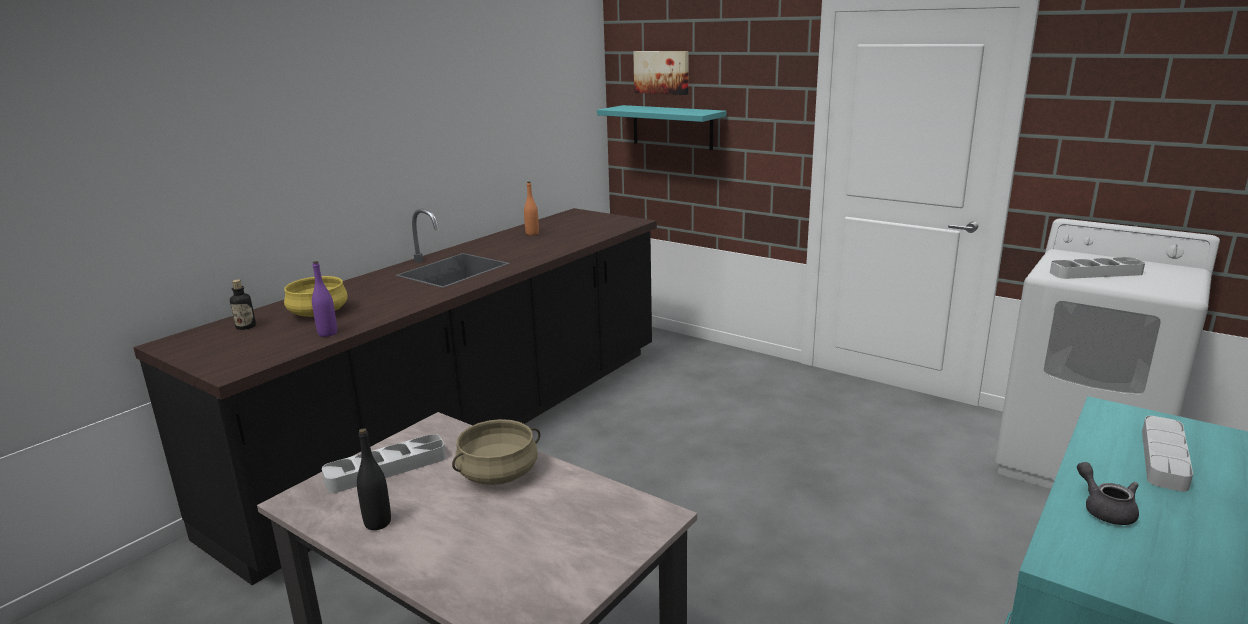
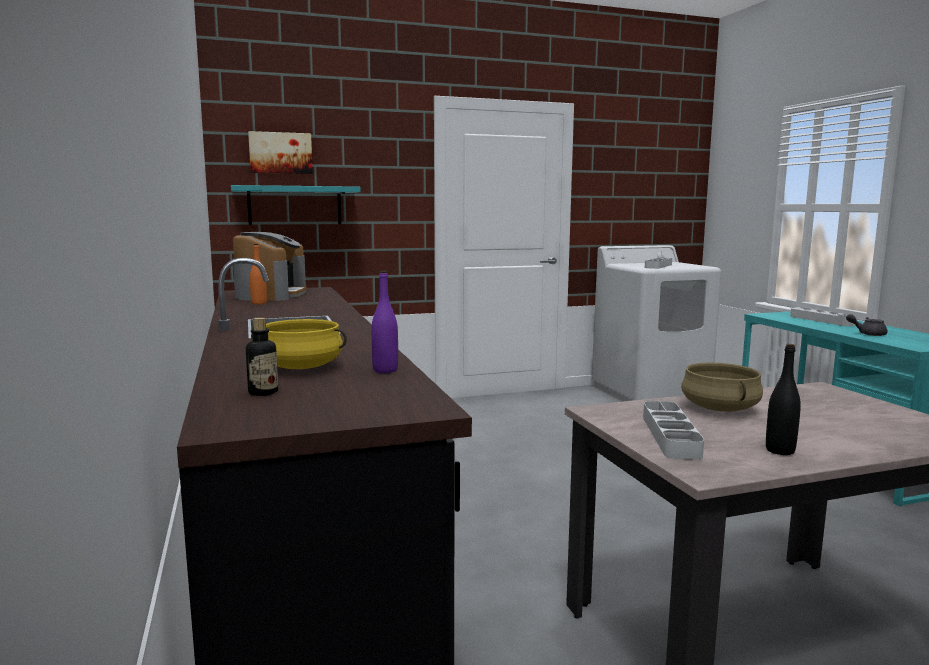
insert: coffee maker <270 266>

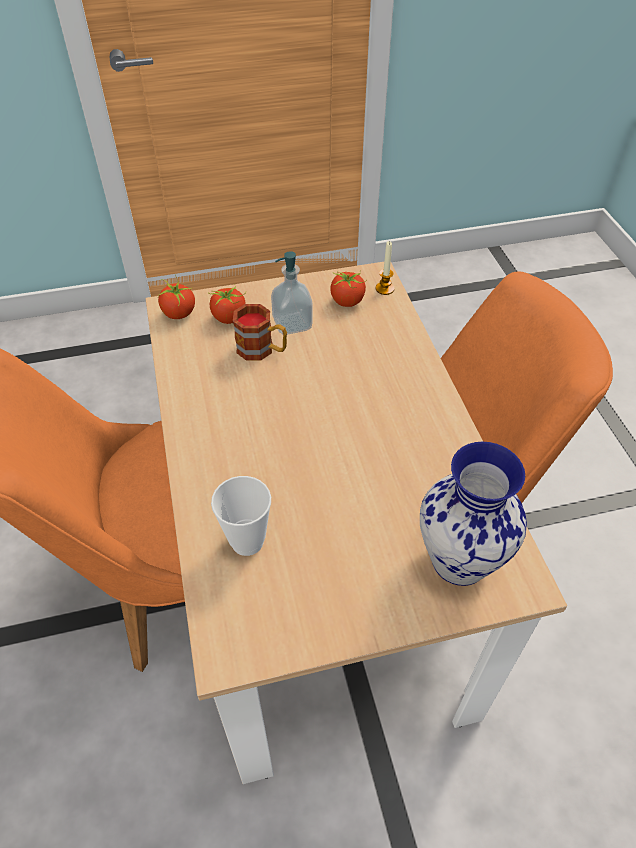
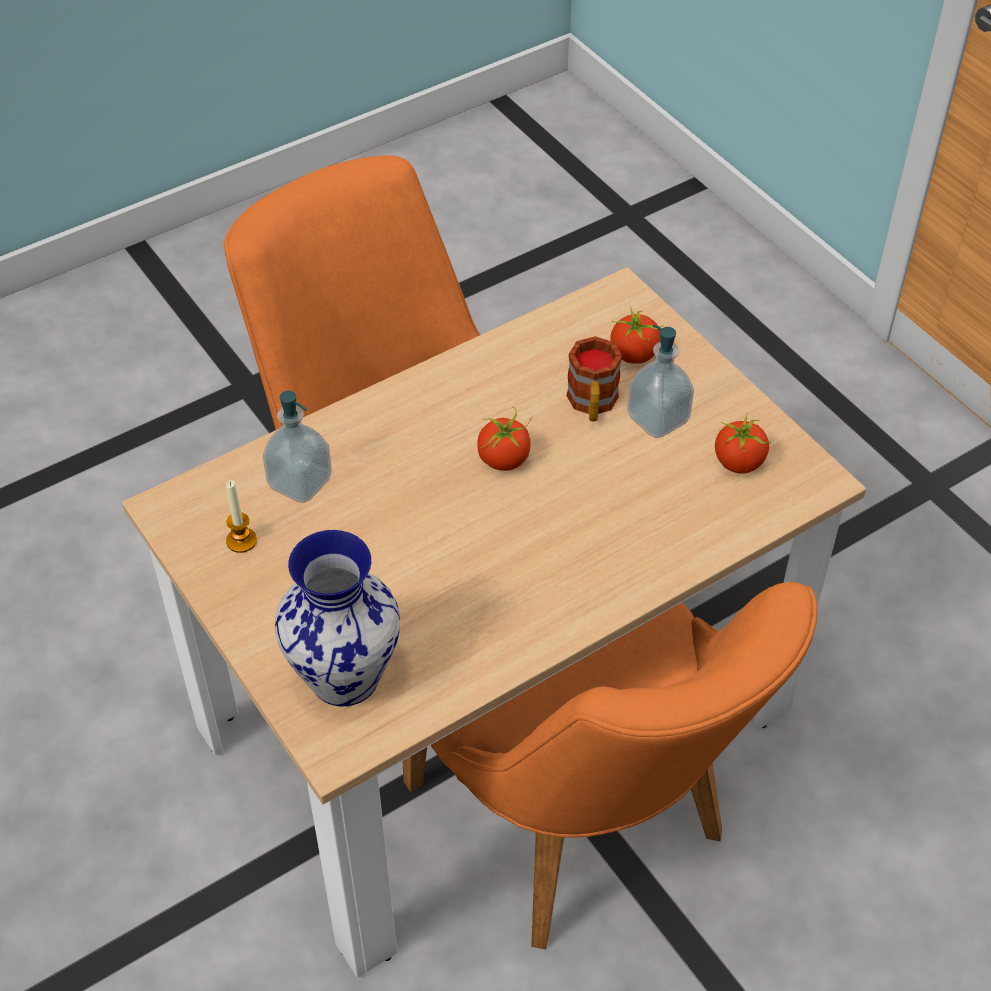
move: candle <385 268> to <241 516>; tomato <176 296> to <504 439>
replace: small cup <241 516> to liquid soap bottle <297 447>

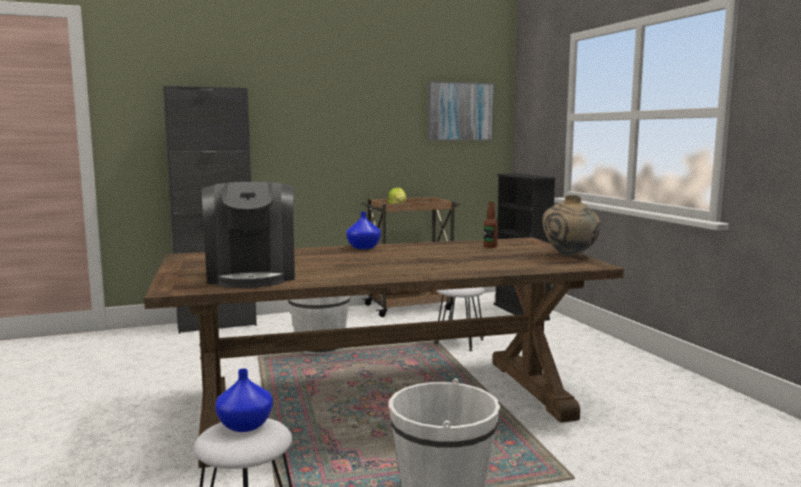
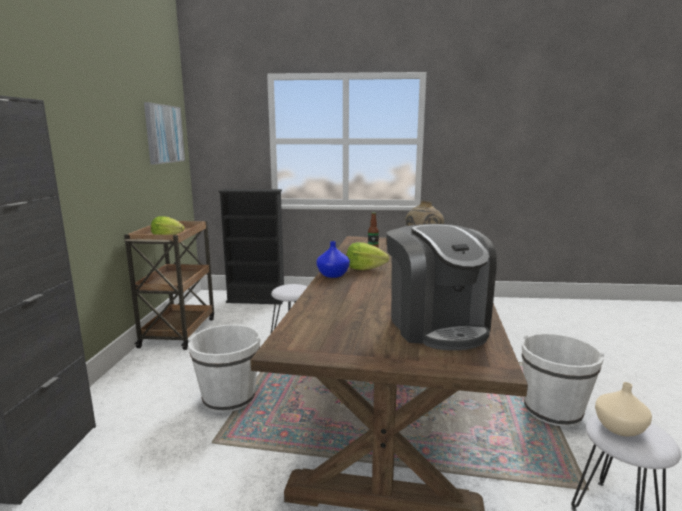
insert: head of lettuce <367 256>
recolor: bluish flower vase <244 400> to sand-coloured flower vase <623 409>
rotate: coffee maker <248 235> = <441 287> 60 degrees clockwise

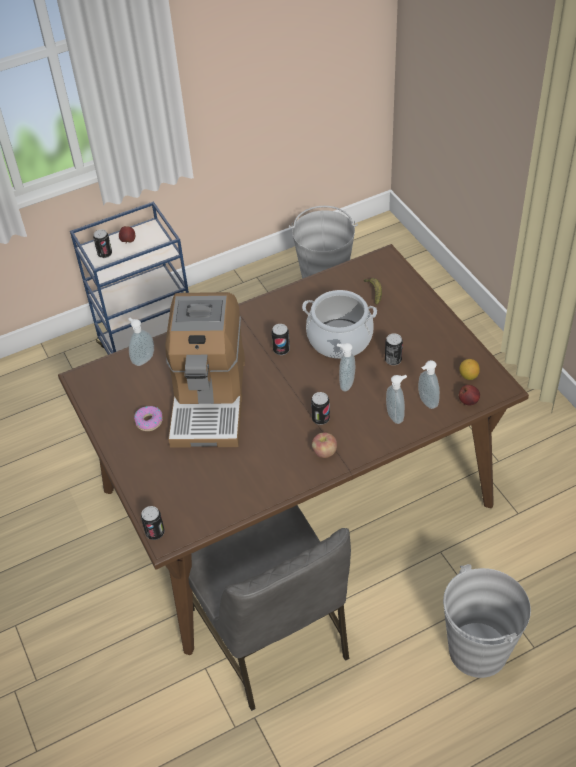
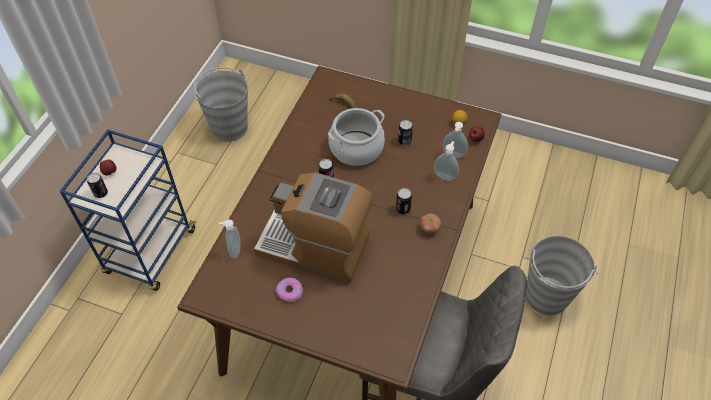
delete: can <152 523>; liquid soap bottle <346 367>
rotate: coffee maker <205 370> = <314 228> 150 degrees clockwise

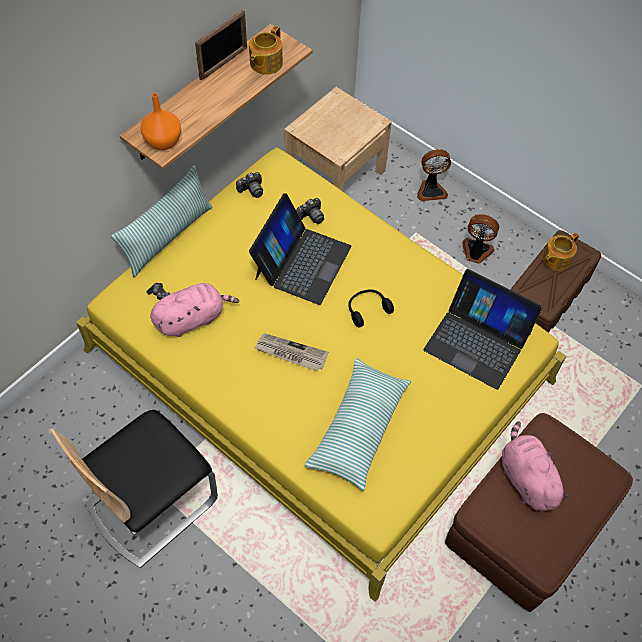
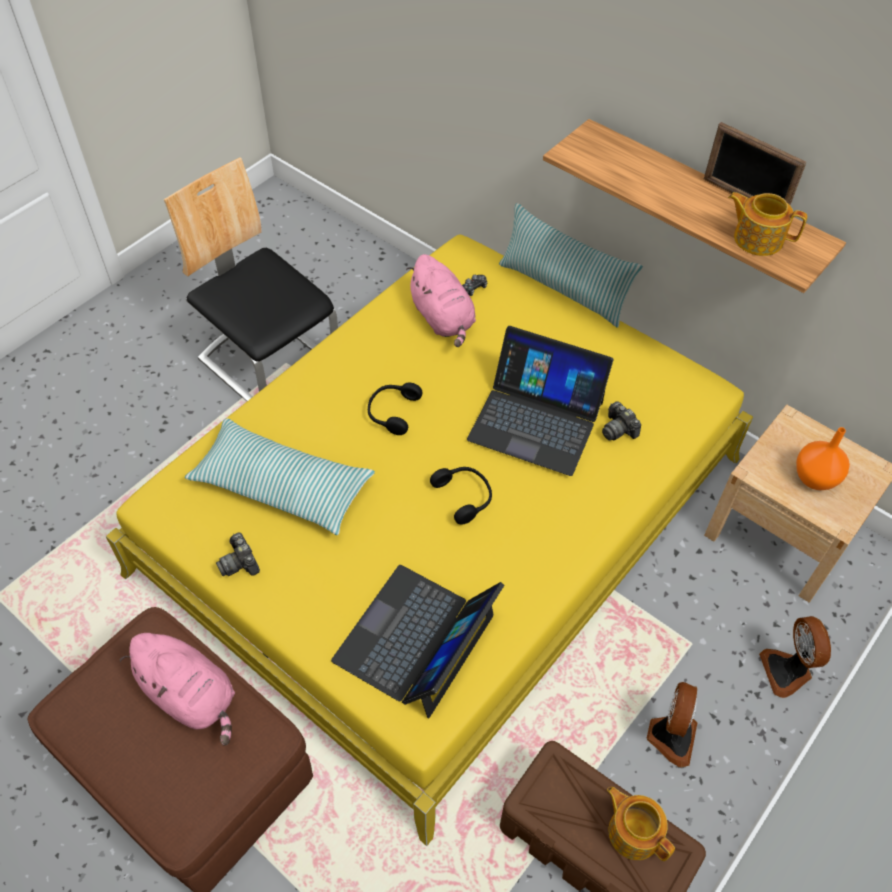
move: photo camera <249 185> to <238 554>; orangey flower vase <161 121> to <823 458>
replace: printed paper <291 352> to black-coloured headphones <395 409>
rotate: pink-coloured cuddly toy <536 466> = <177 689> 60 degrees clockwise

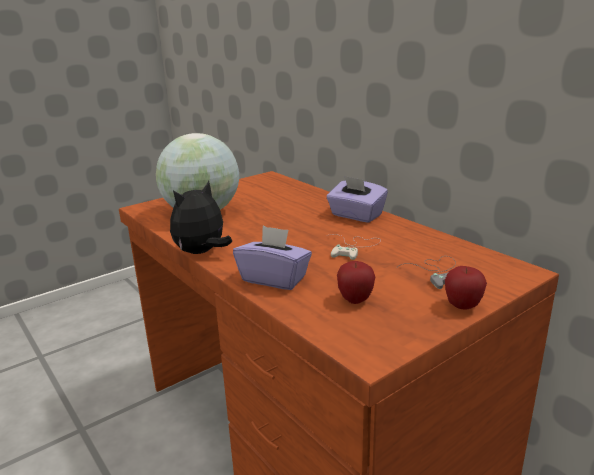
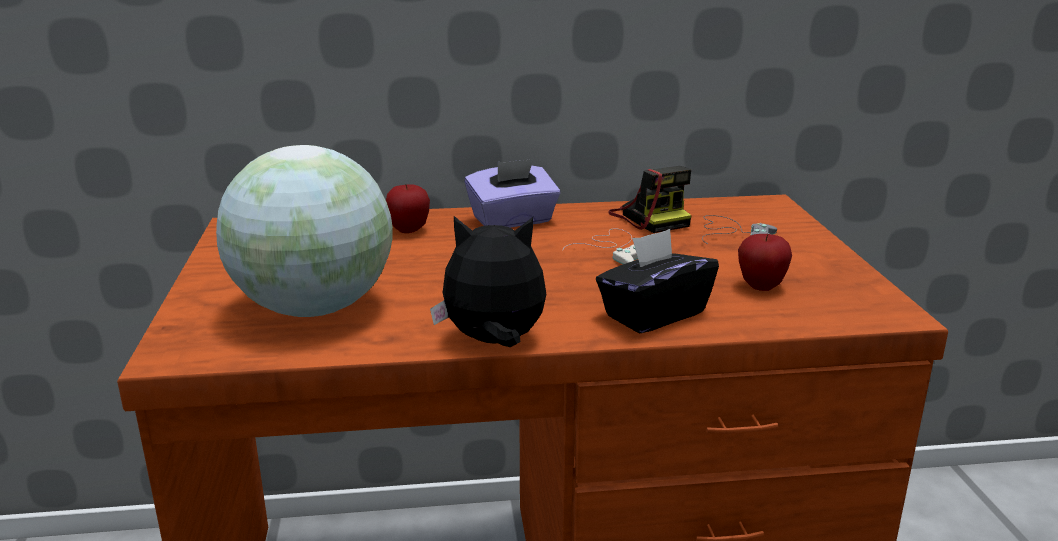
insert: photo camera <650 199>
move: apple fruit <466 288> to <408 208>
recolor: purplish tissue holder <272 258> to black-coloured tissue holder <657 281>
rotate: cuddly toy <201 217> = <488 281> 105 degrees clockwise

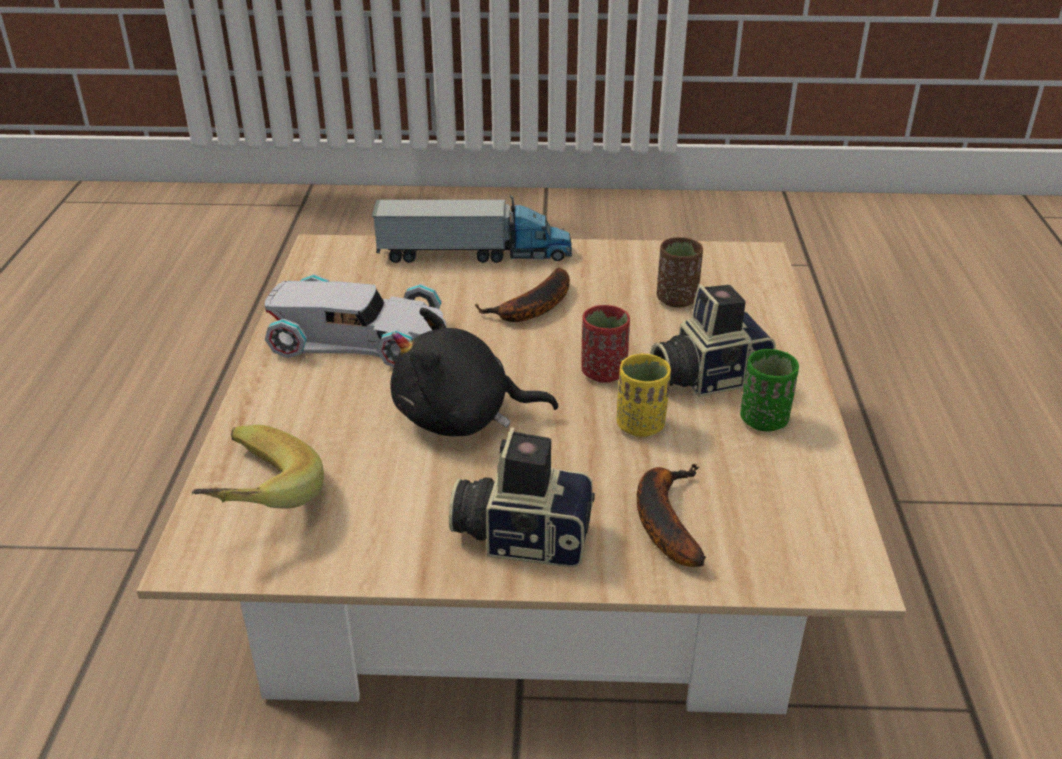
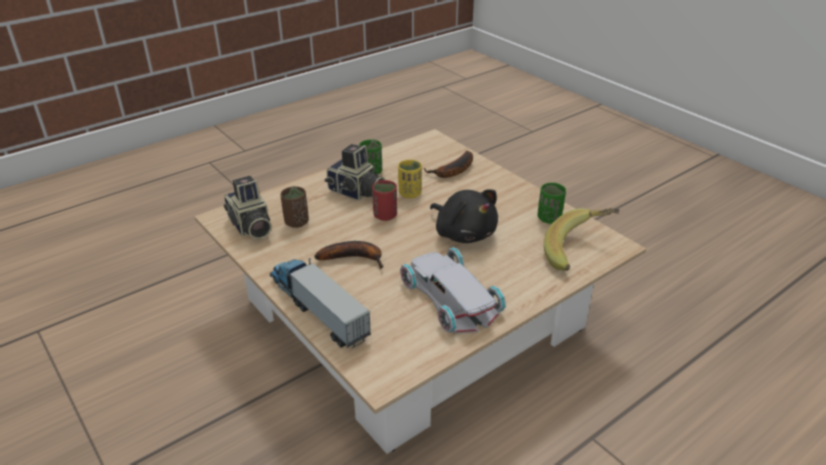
insert: green-coloured small cup <551 203>
move: photo camera <522 497> to <248 207>

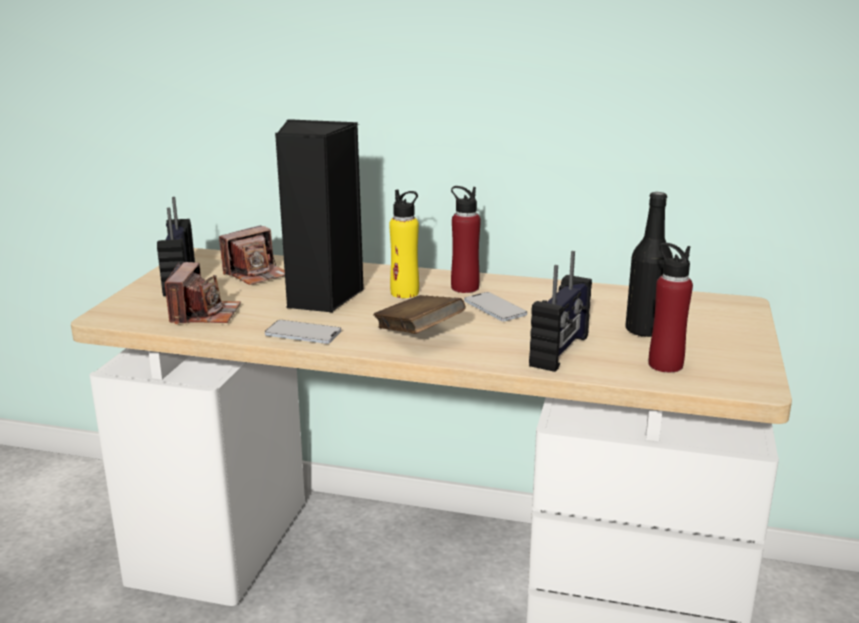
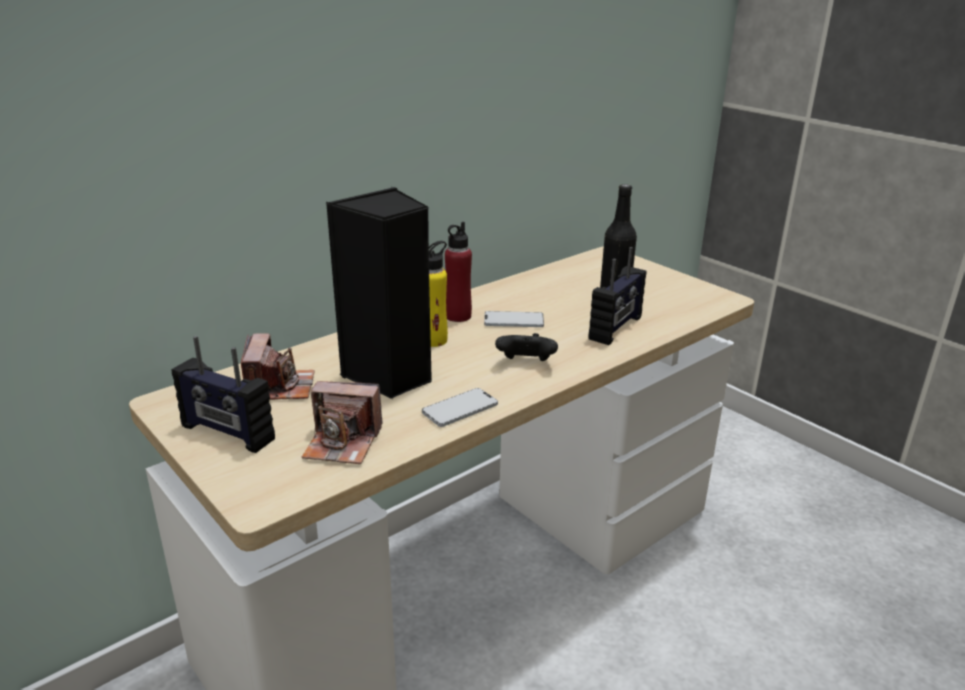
delete: reddish drink bottle <671 308>
replace: brown-coloured bound book <419 314> to black-coloured gamepad <526 347>
rotate: photo camera <203 293> = <342 422> 150 degrees clockwise; radio <560 311> = <617 296> 60 degrees clockwise

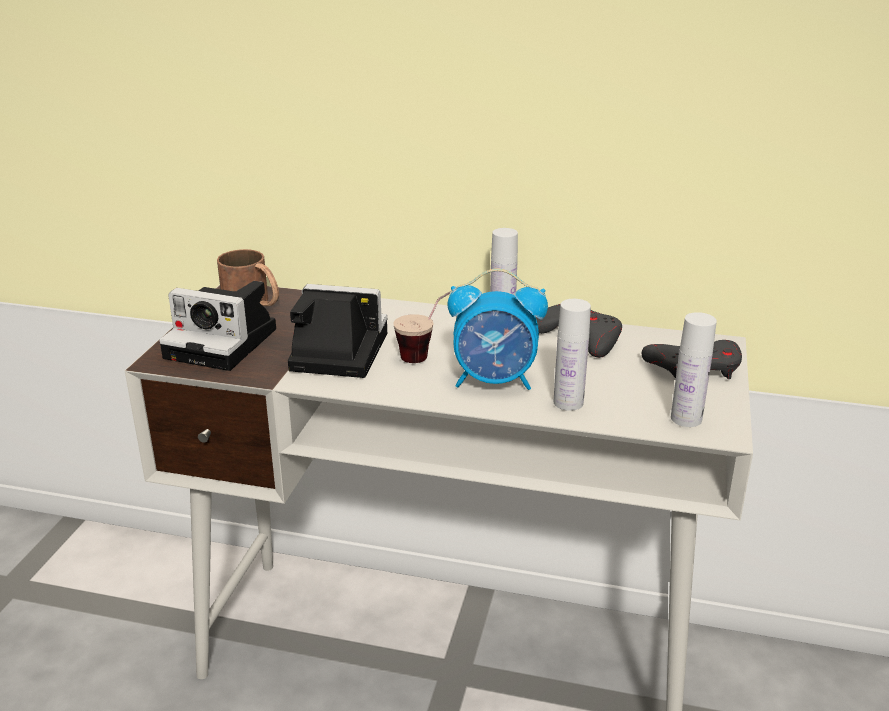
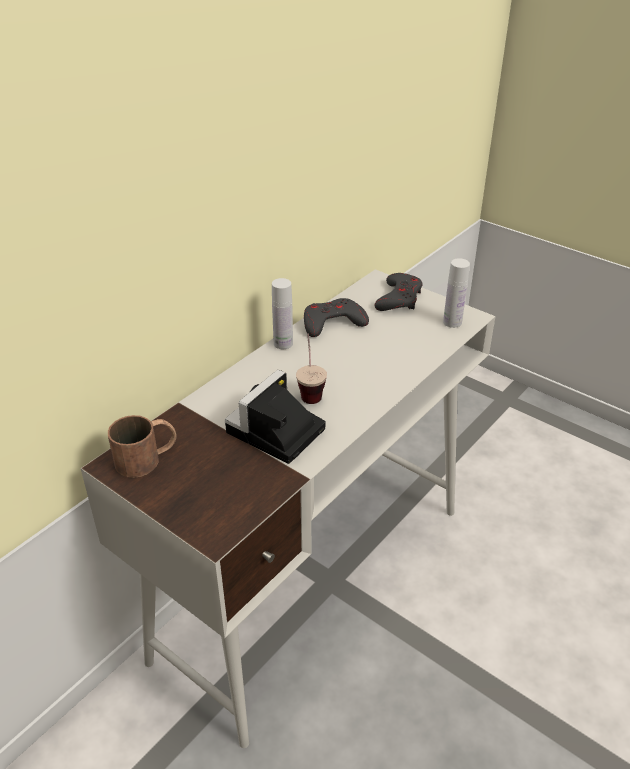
delete: photo camera <217 326>; alarm clock <498 329>; whitish drink bottle <572 355>

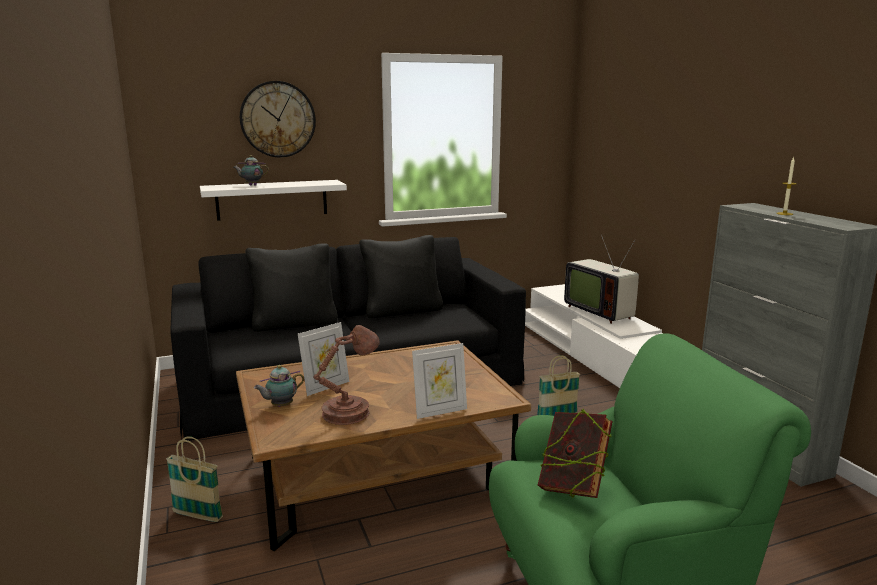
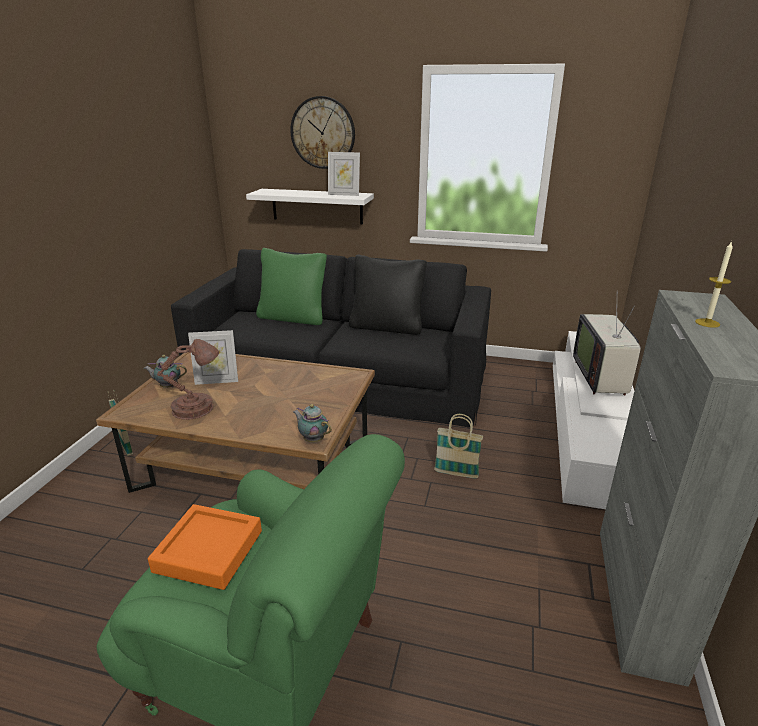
move: pot for tea <251 170> to <312 423>; photo frame <439 381> to <344 174>
replace: bound book <575 453> to orangey tray <205 547>
recolor: black-coloured cushion <292 287> to green-coloured cushion <291 286>

